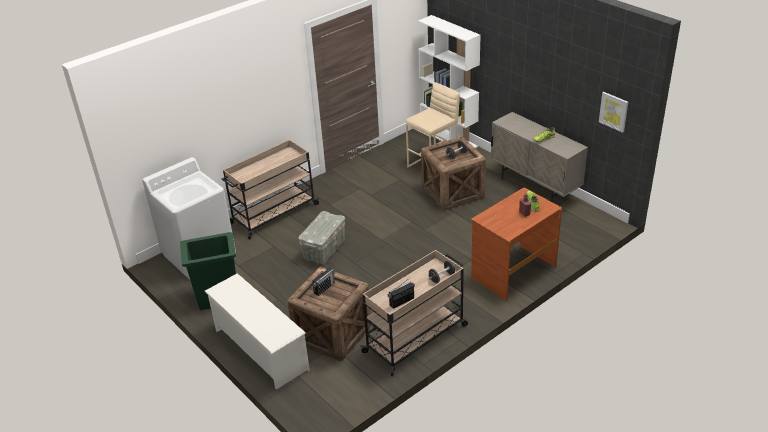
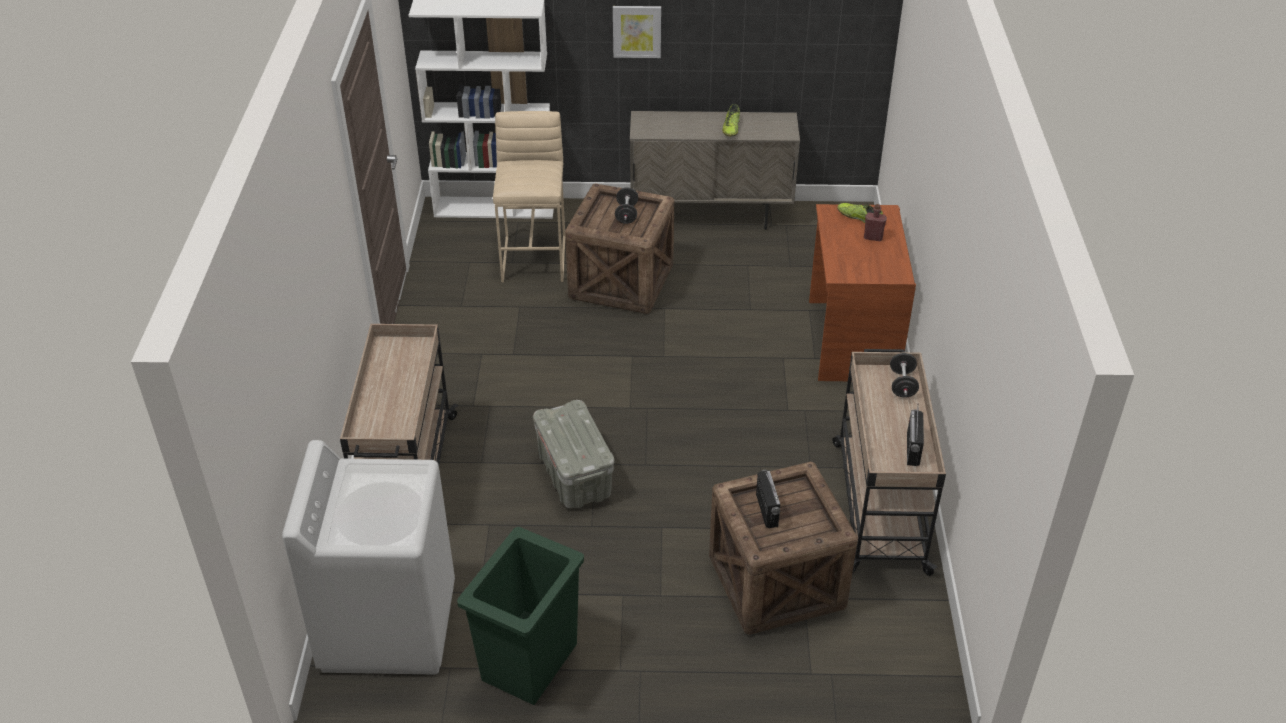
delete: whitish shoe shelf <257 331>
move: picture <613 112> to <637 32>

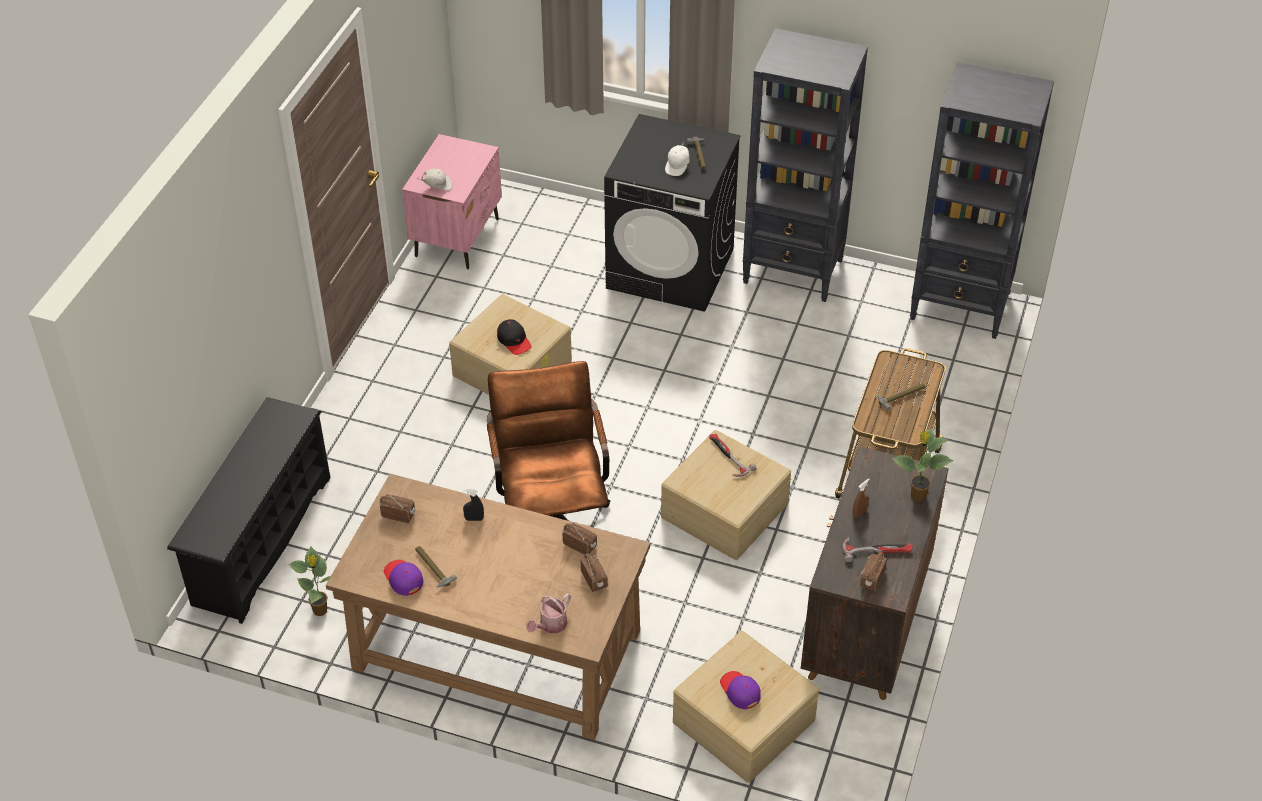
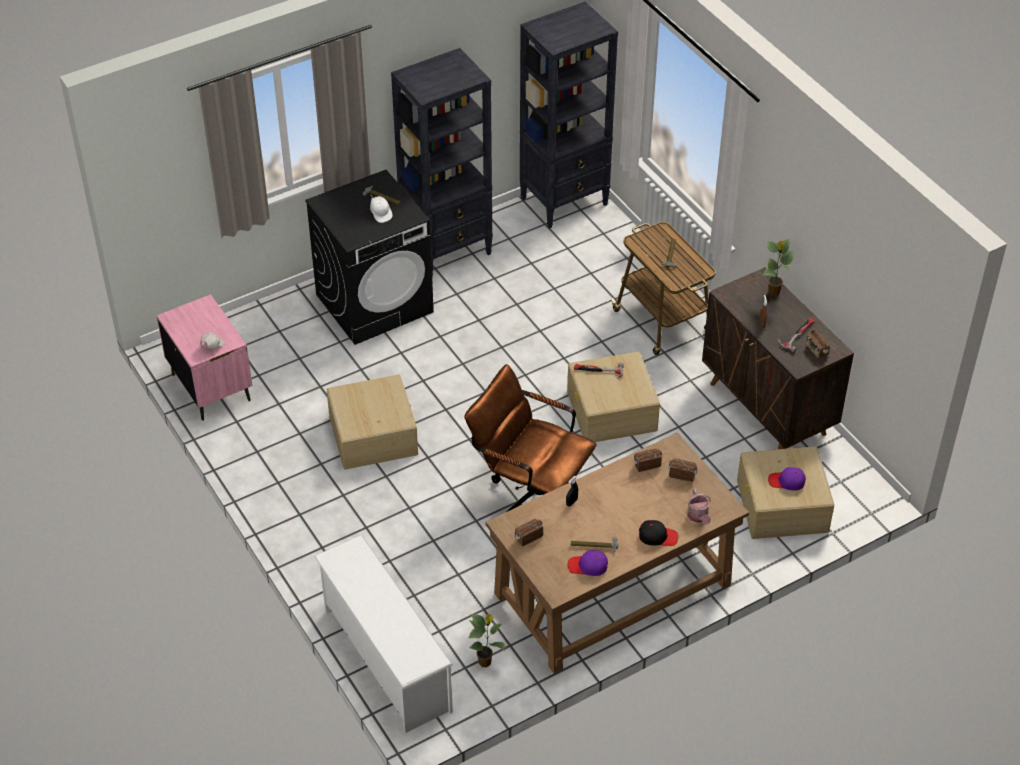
move: black-coloured peaked cap <514 337> to <658 533>
recolor: black-coloured shoe shelf <248 510> to whitish shoe shelf <383 634>

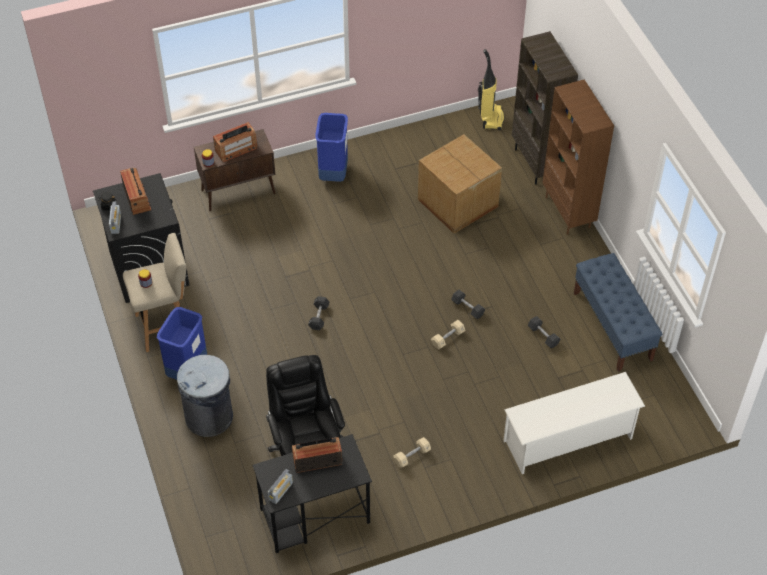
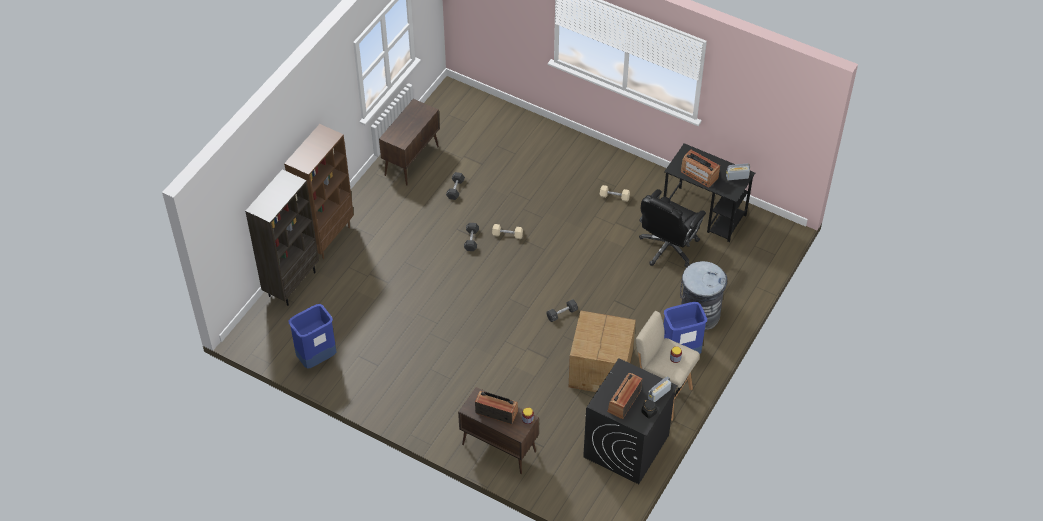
delete: vacuum cleaner <491 89>; whitish shoe shelf <574 423>
move: bluish trash can <331 147> to <312 336>; cardboard box <460 184> to <602 351>
replace: bluish indoor bench <618 312> to brown-coloured storage cabinet <409 142>

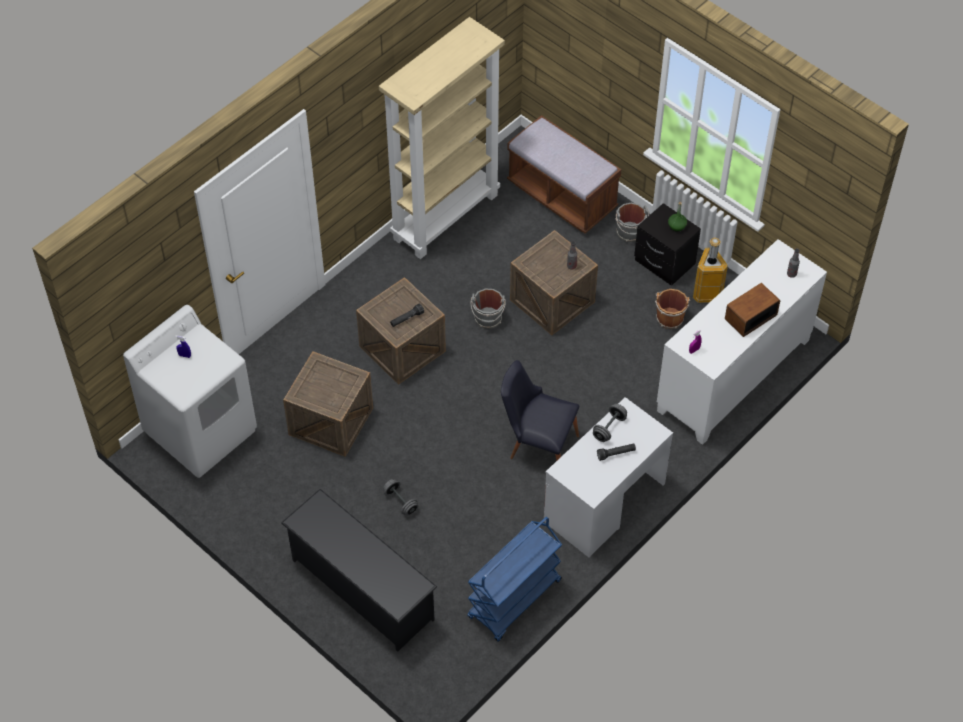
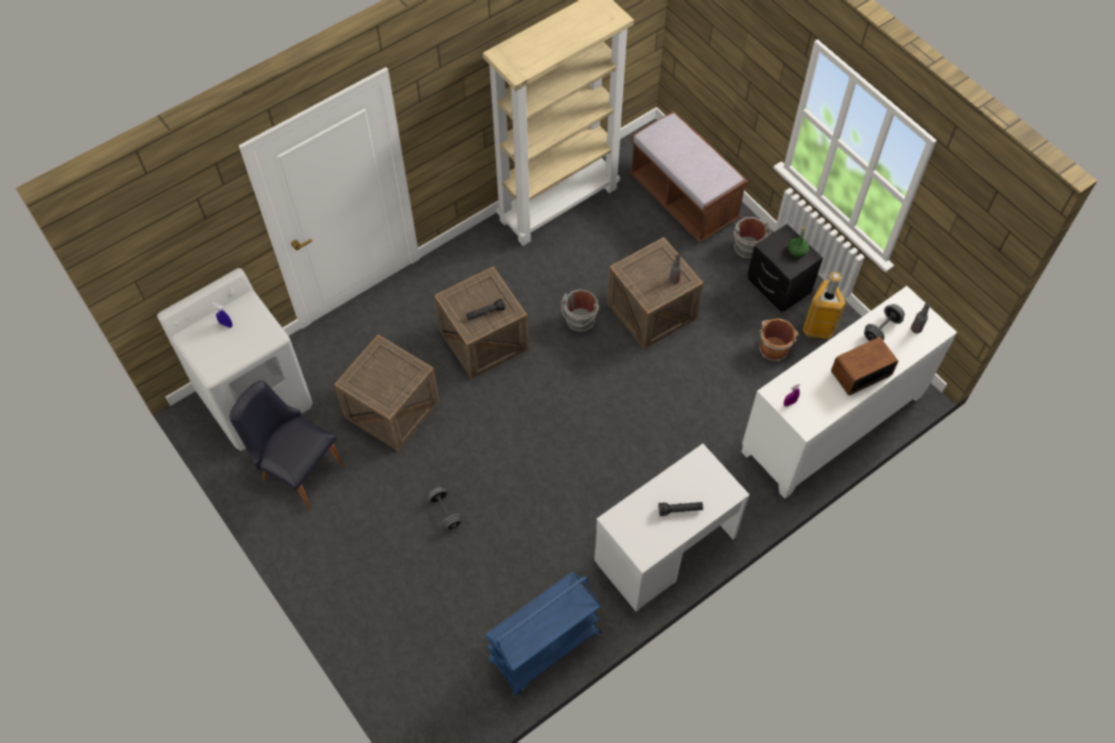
delete: black-coloured shoe shelf <359 570>
move: black-coloured upright chair <540 410> to <286 445>; grey hand weight <610 423> to <884 322>

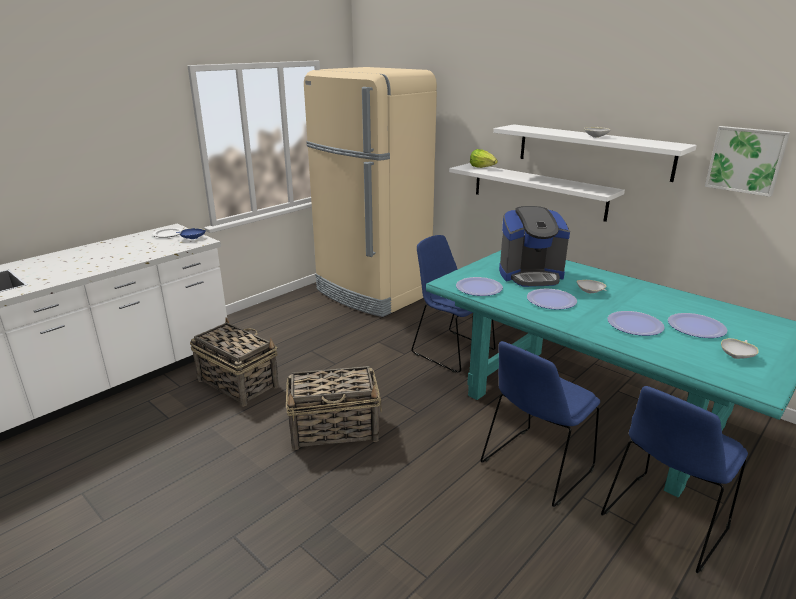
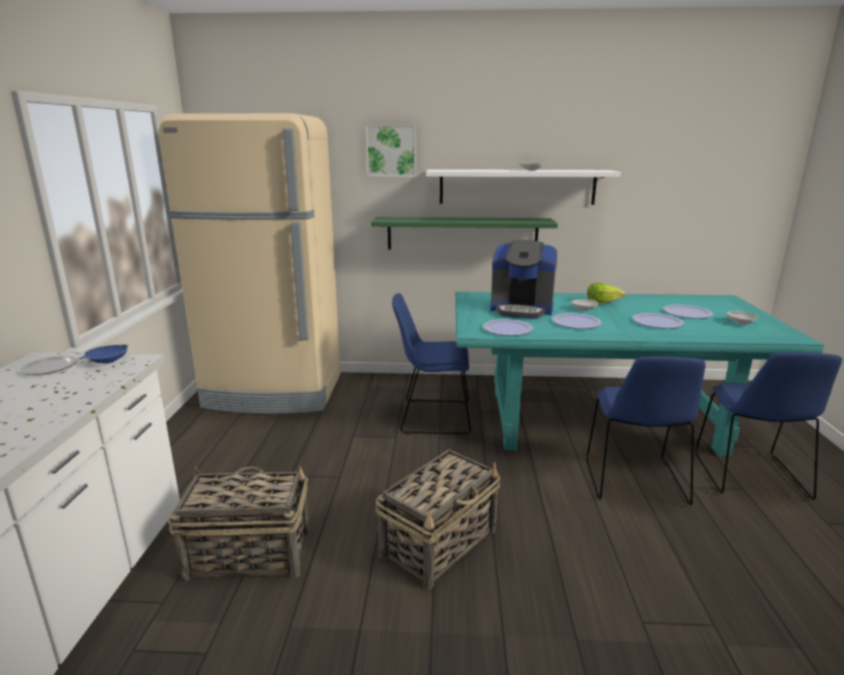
move: picture <747 161> to <390 150>; head of lettuce <484 158> to <606 292>
recolor: whitish bracket shelf <537 192> to green-coloured bracket shelf <464 233>
rotate: coffee maker <534 246> = <523 279> 60 degrees clockwise

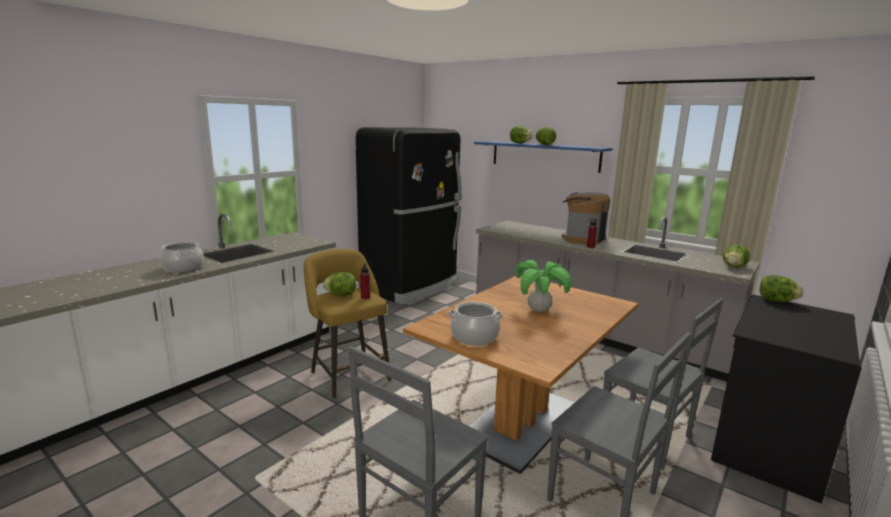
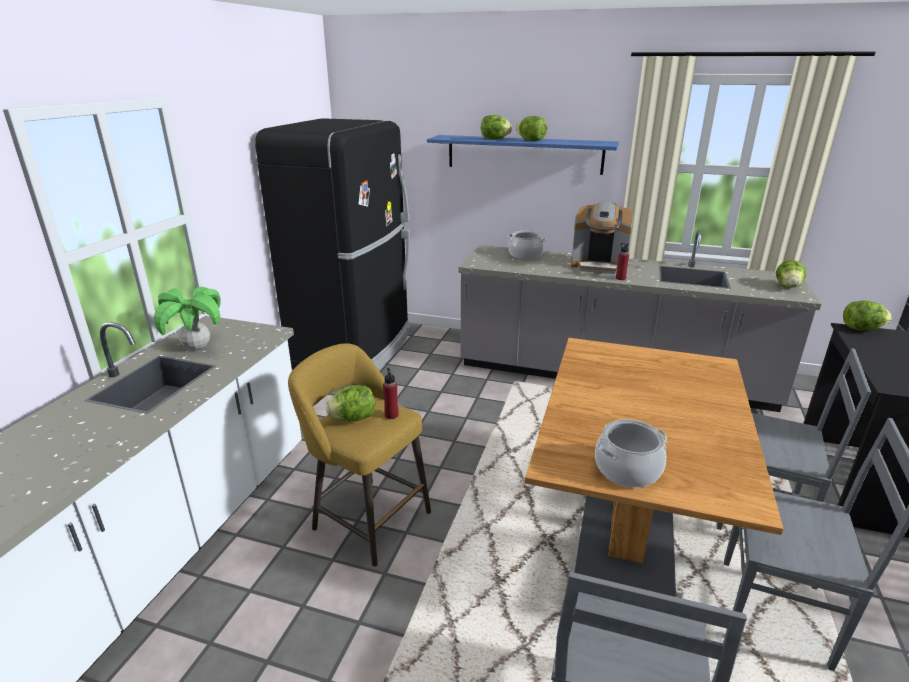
move: plant in a pot <543 286> to <187 318>; cooking pot <182 257> to <527 245>
rotate: coffee maker <586 218> = <602 238> 90 degrees counterclockwise

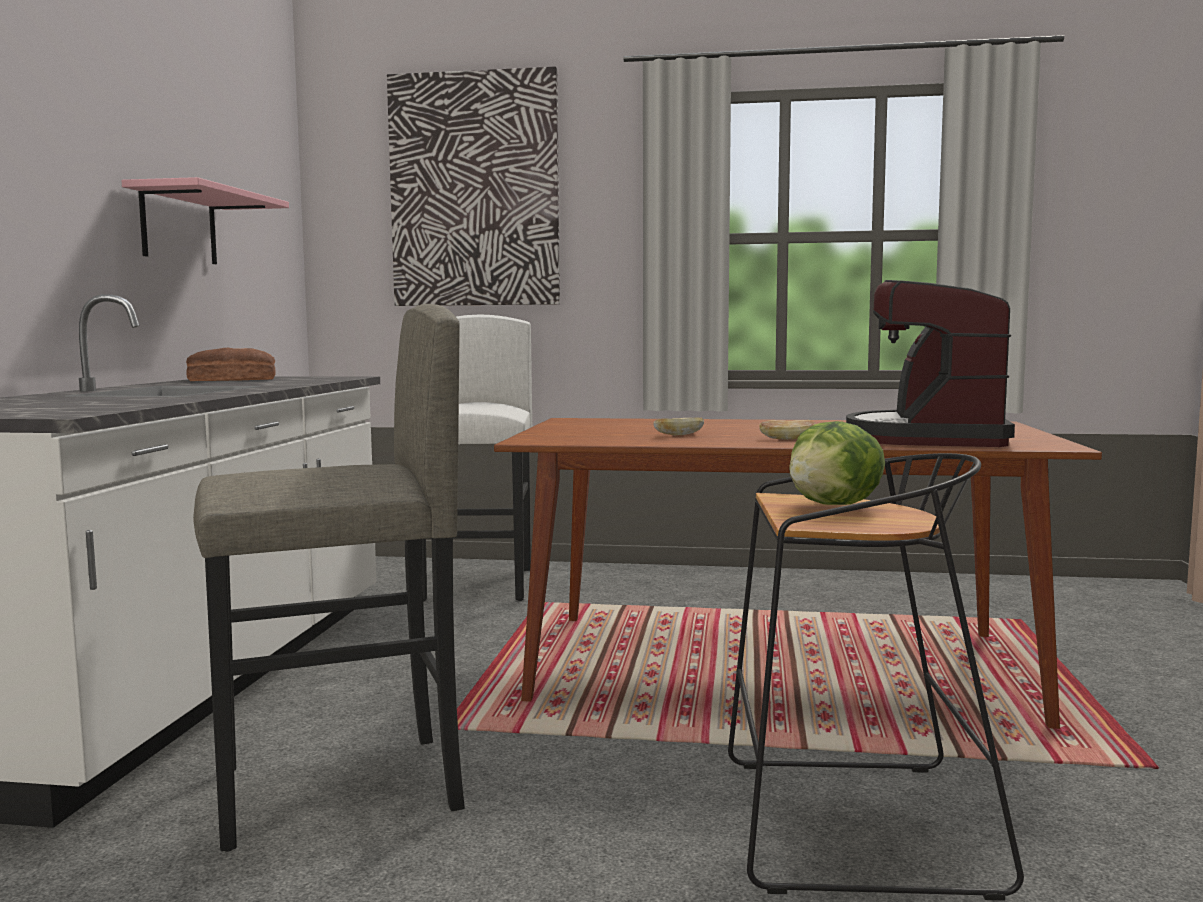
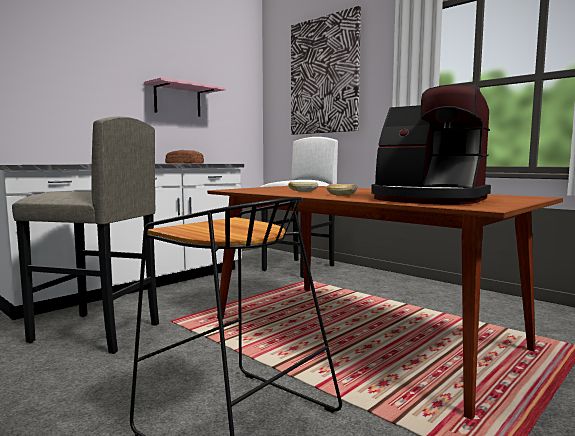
delete: head of lettuce <837 463>
rotate: coffee maker <930 363> = <431 144> 105 degrees counterclockwise

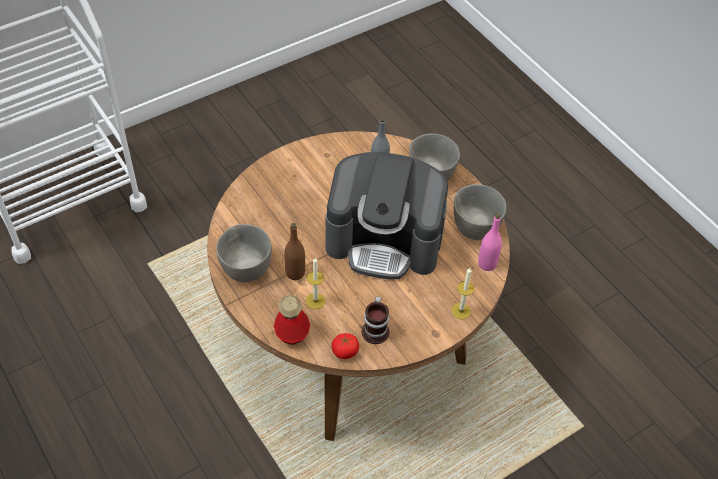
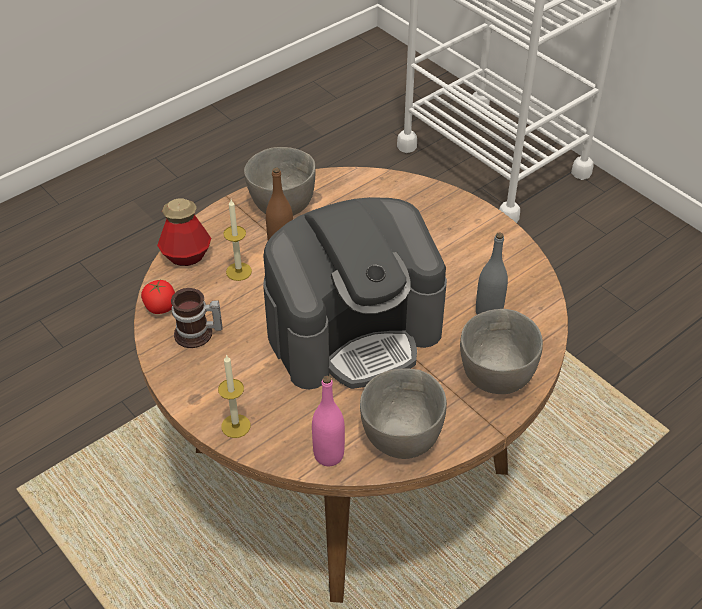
rotate: coffee maker <387 216> = <355 293> 120 degrees counterclockwise

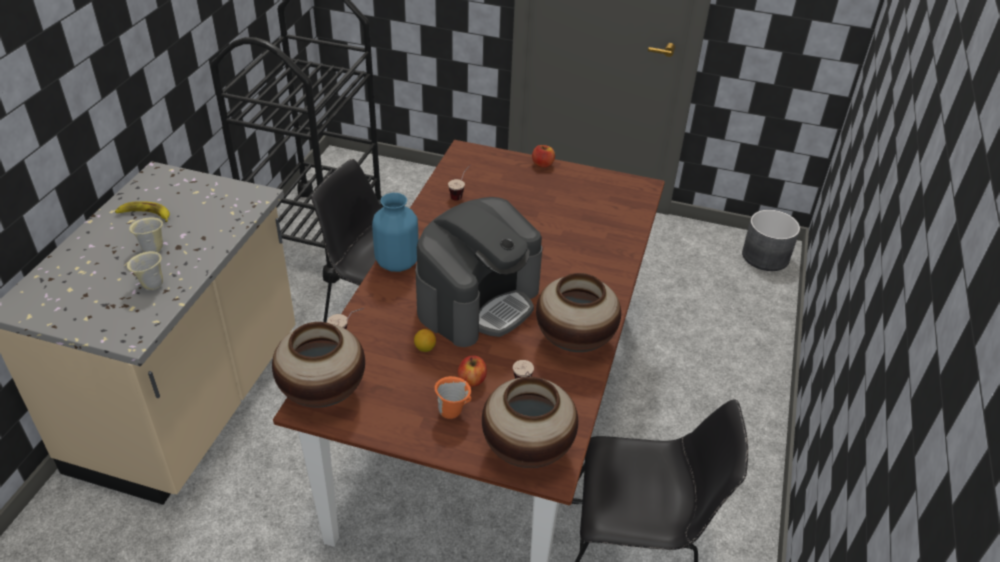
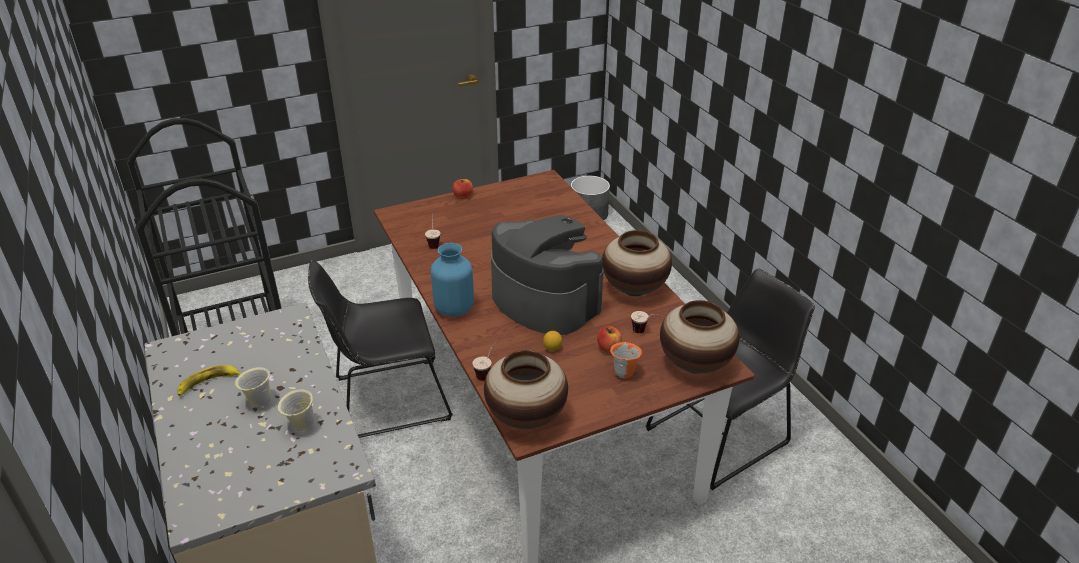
rotate: coffee maker <479 272> = <547 275> 45 degrees counterclockwise

